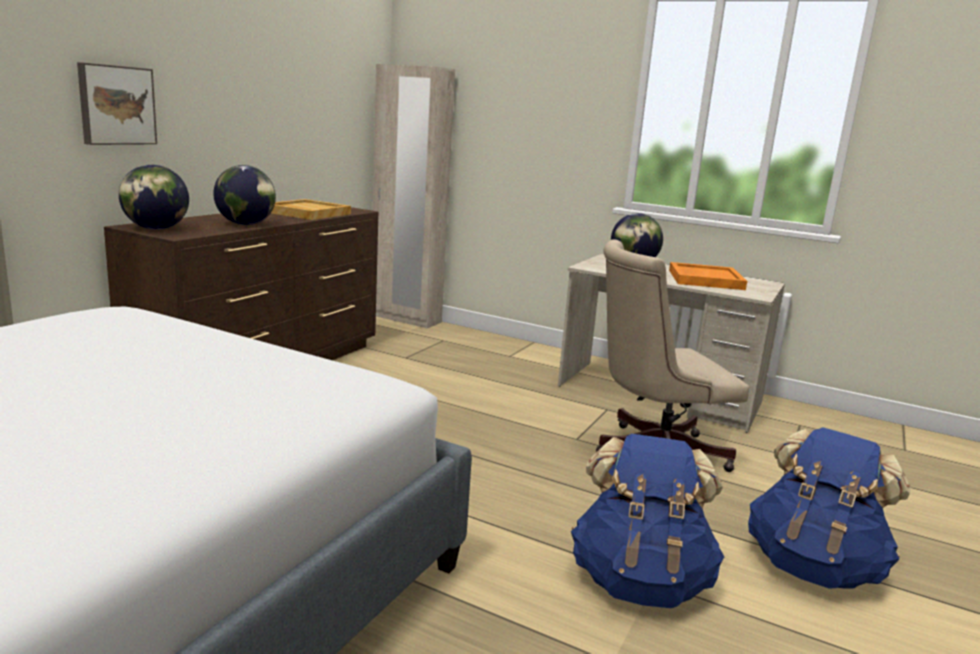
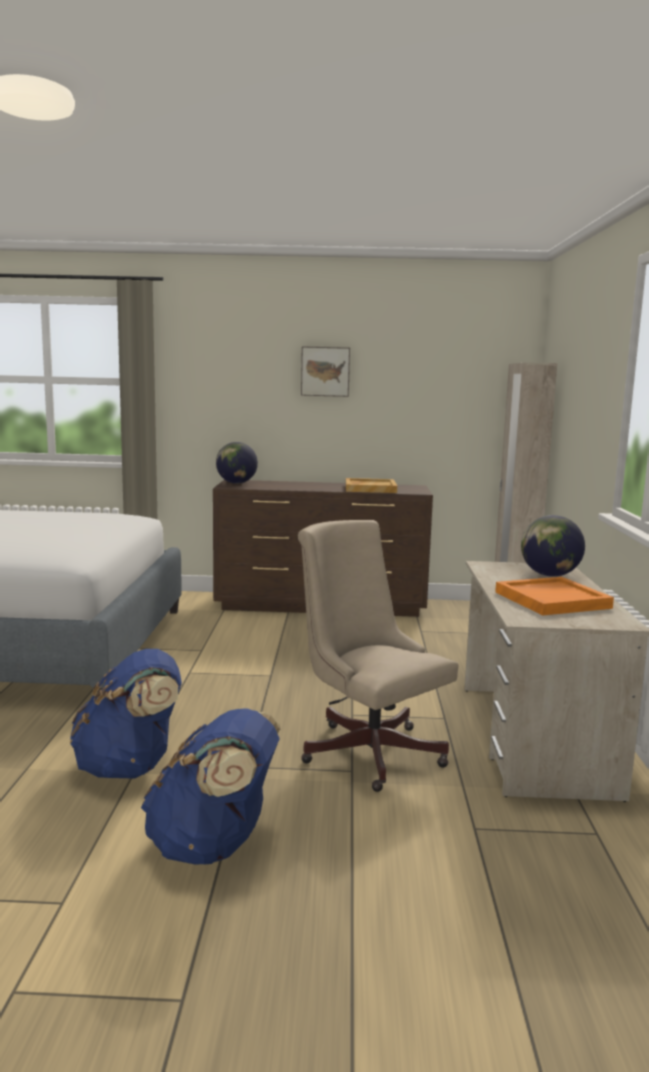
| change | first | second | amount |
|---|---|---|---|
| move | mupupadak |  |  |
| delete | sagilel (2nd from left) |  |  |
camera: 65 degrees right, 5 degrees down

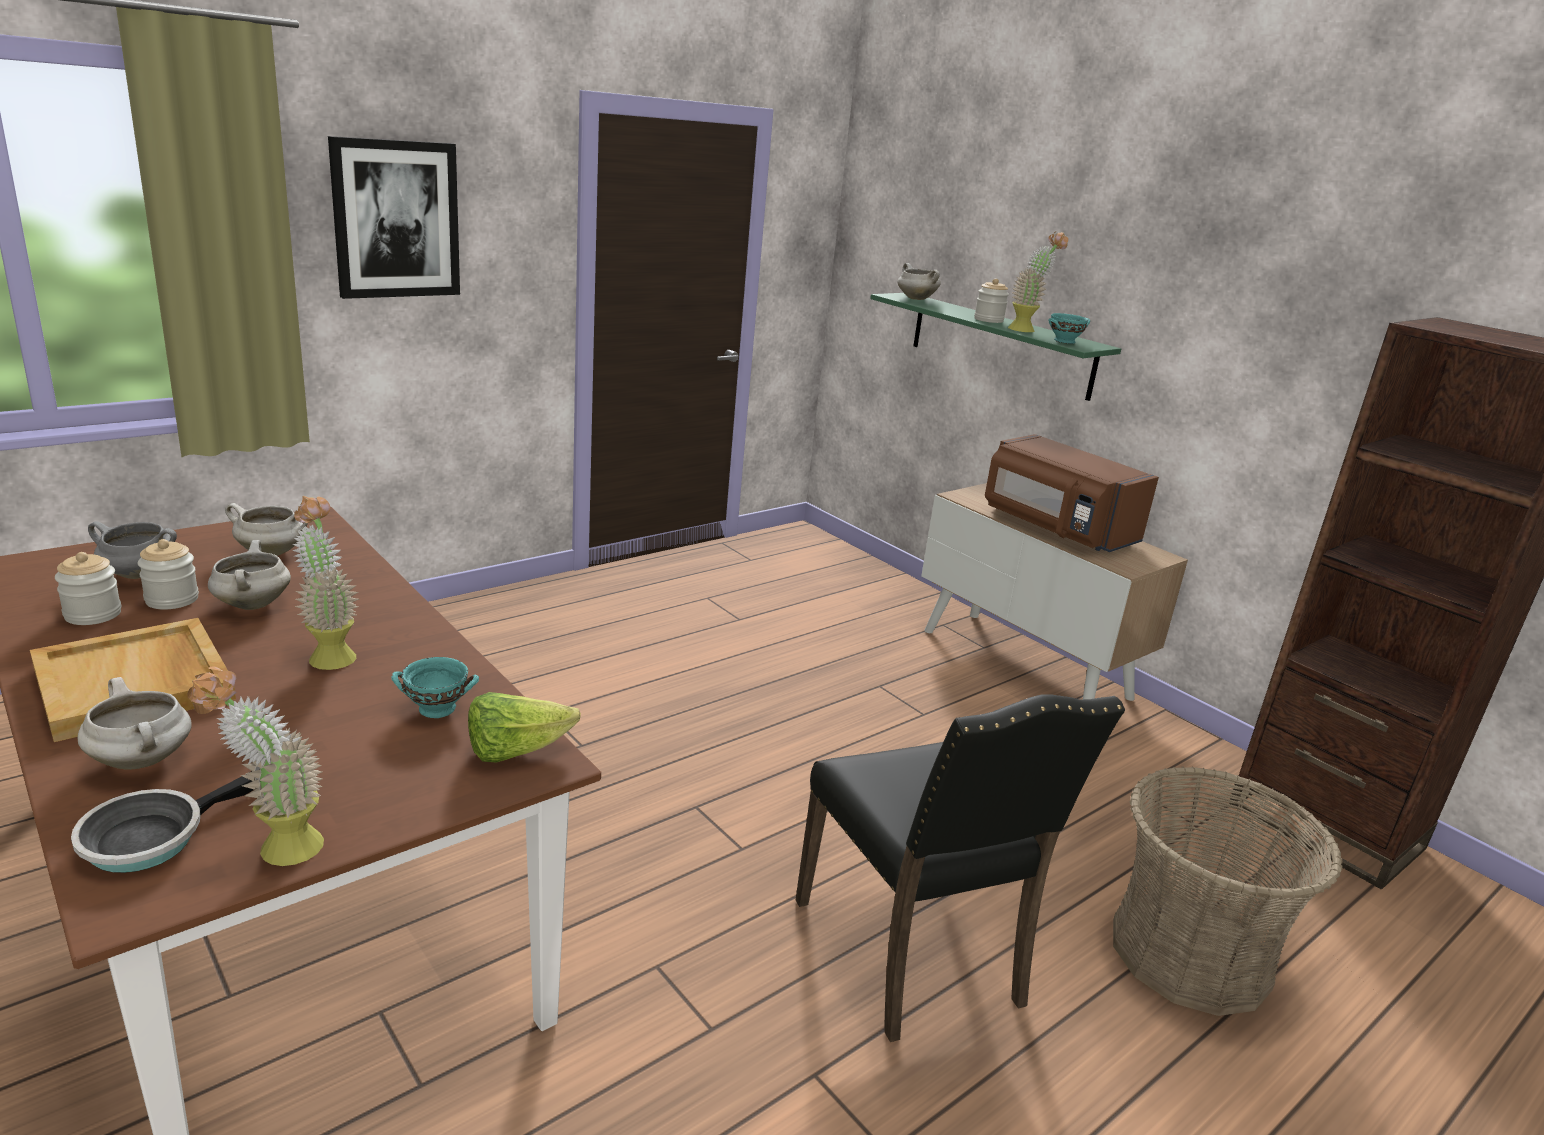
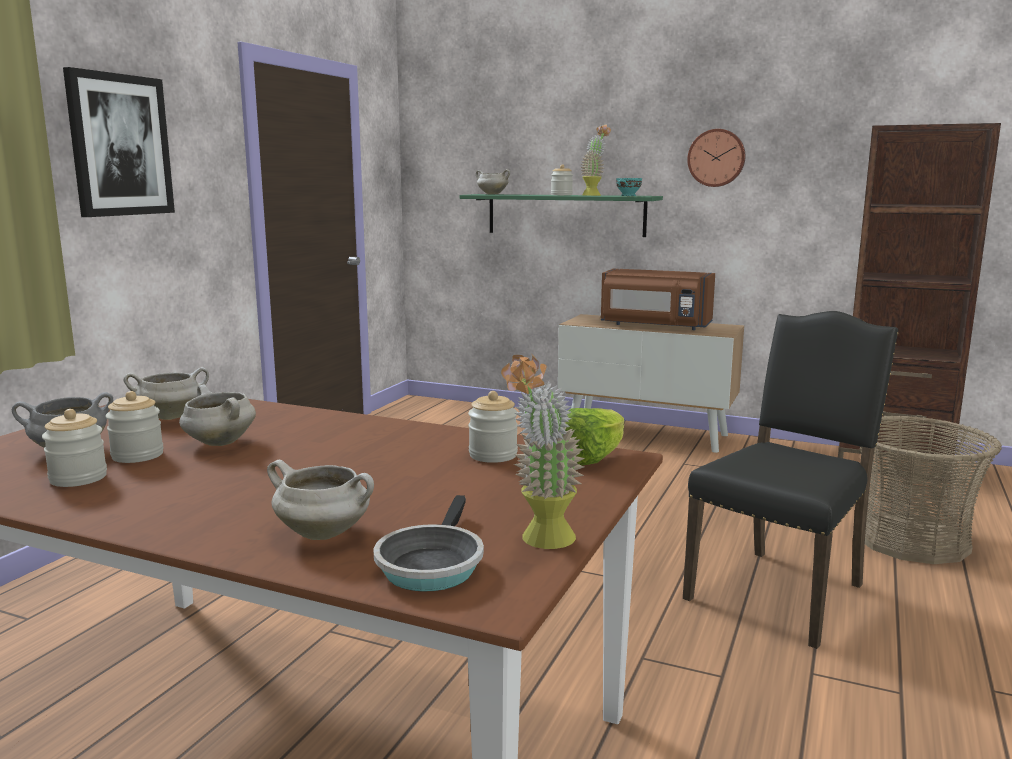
| change | first | second | amount |
|---|---|---|---|
| replace | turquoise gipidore (1st from left) | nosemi (3rd from left) |  |
| rotate | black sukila |  | 90 degrees counterclockwise |
| insert |  | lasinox |  |
| delete | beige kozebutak |  |  |
| delete | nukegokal (2nd from left) |  |  |
camera: 25 degrees left, 10 degrees down

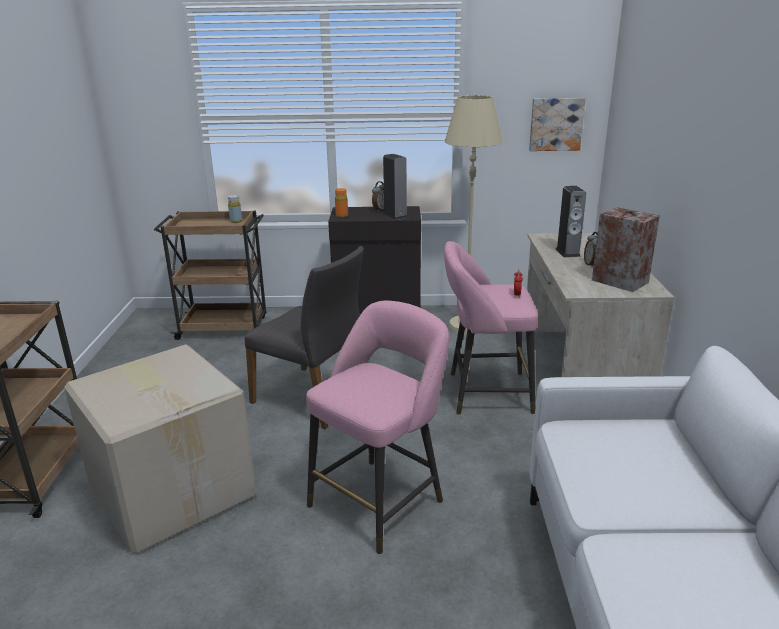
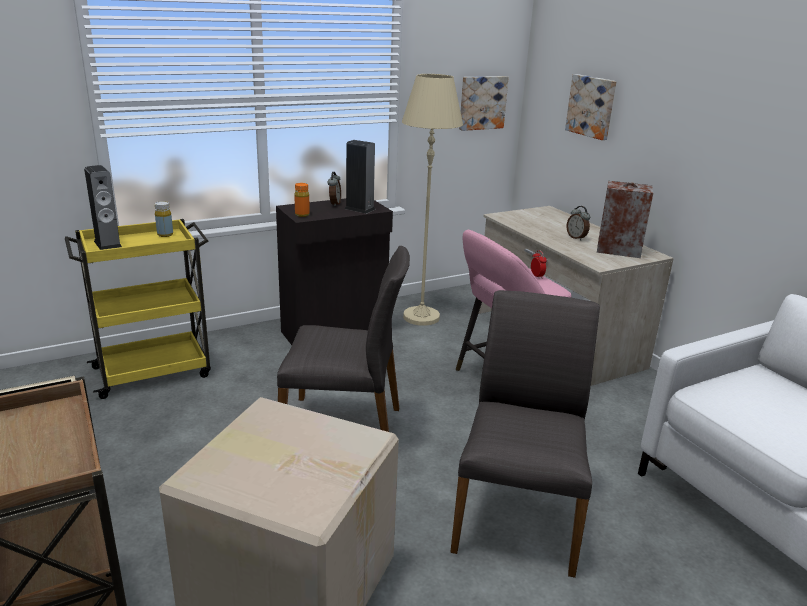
| change | first | second | amount |
|---|---|---|---|
| recolor | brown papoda (2nd from left) | yellow papoda |  |
| move | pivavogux (2nd from left in the first image) | pivavogux (1st from left) |  |
| replace | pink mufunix (1st from left) | grey sukila (2nd from left) |  |
| insert |  | mupupadak (2nd from left) |  |
camera: 30 degrees left, 0 degrees up

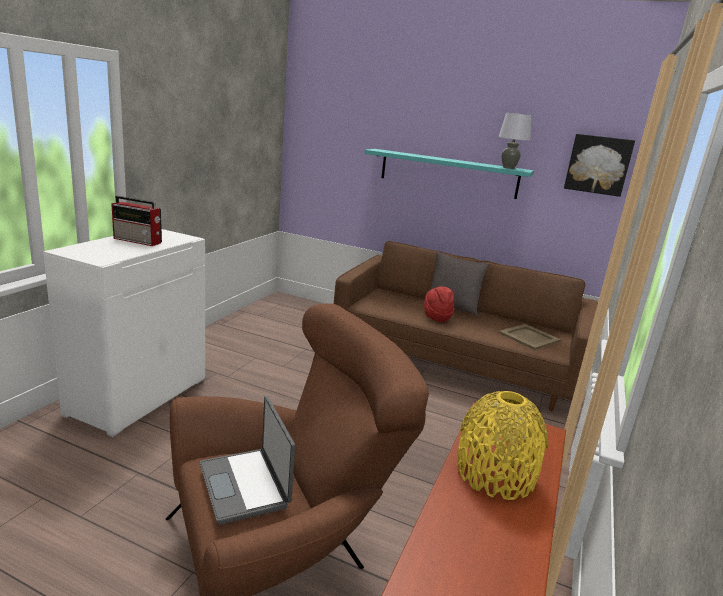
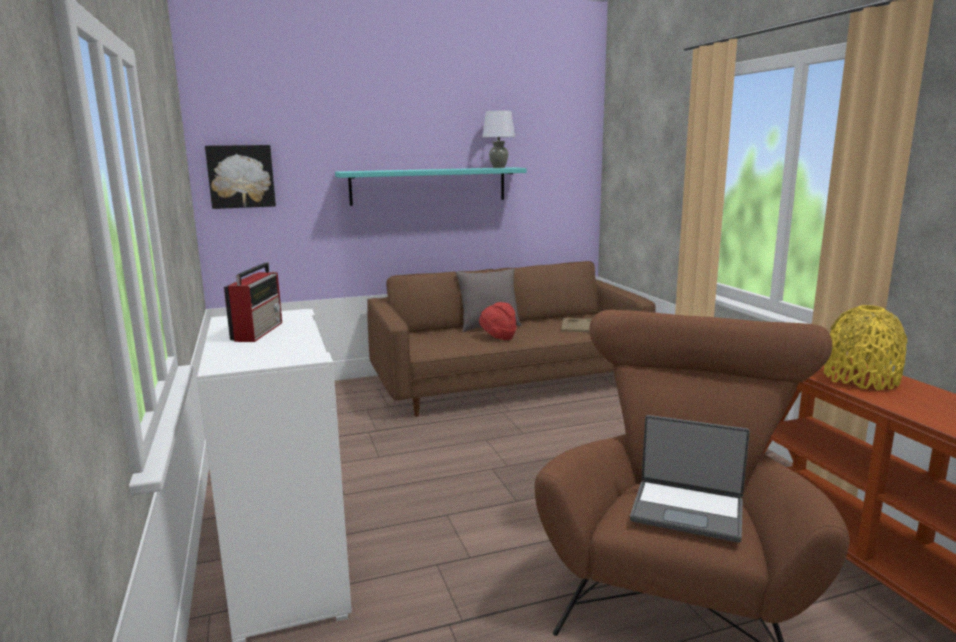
| change | first | second | amount |
|---|---|---|---|
| move | mupupadak |  |  |
| rotate | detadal |  | 60 degrees counterclockwise |
camera: 40 degrees left, 5 degrees down

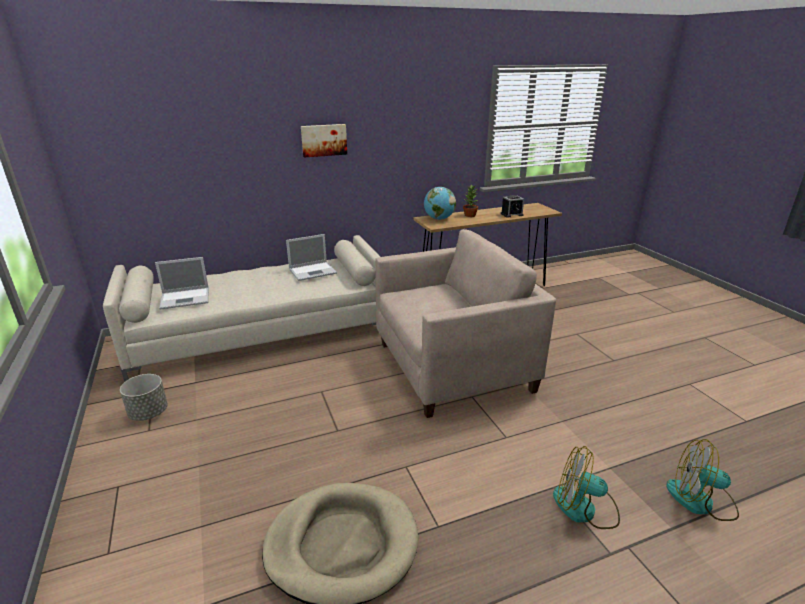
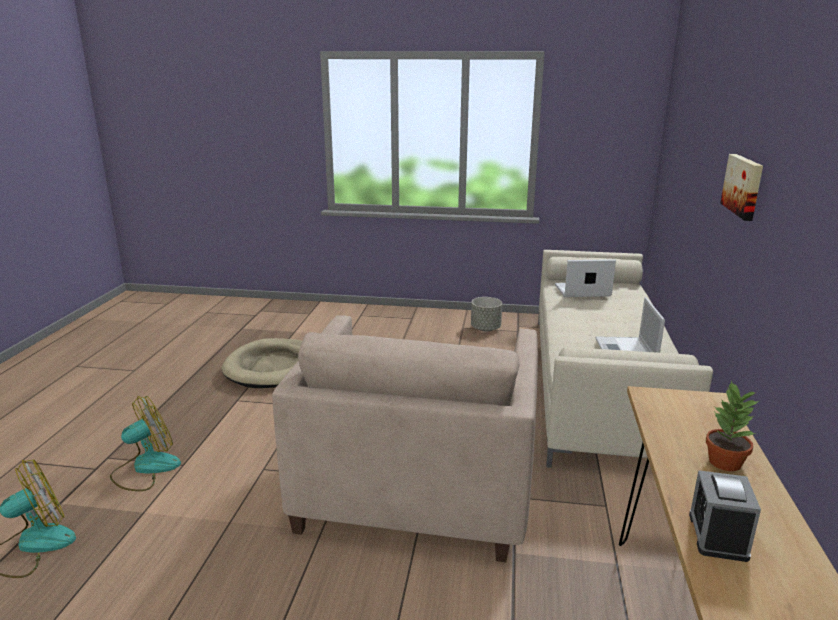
| change | first | second | amount |
|---|---|---|---|
| rotate | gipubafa (1st from left) |  | 75 degrees clockwise |
| delete | sagilel |  |  |
camera: 120 degrees right, 5 degrees down

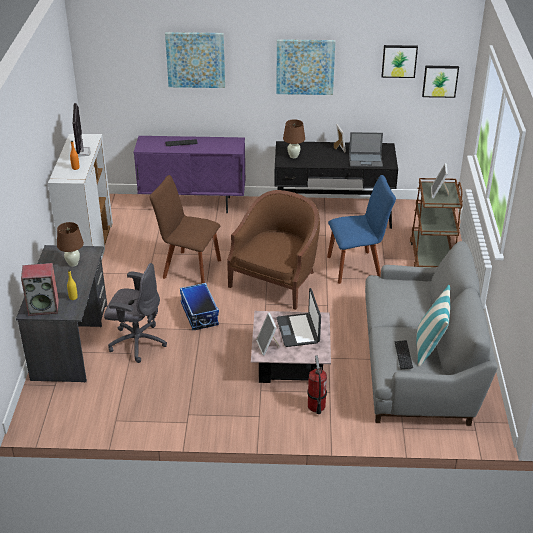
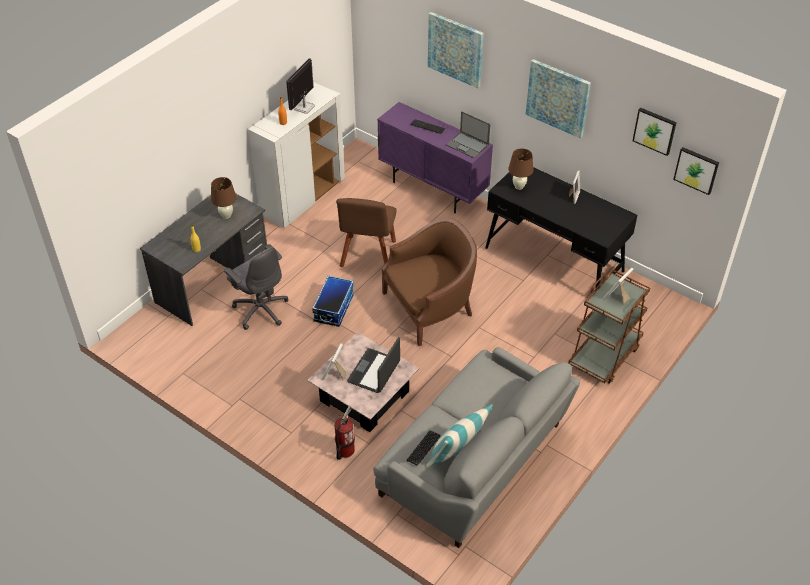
| change | first | second | amount |
|---|---|---|---|
| rotate | brown sukila |  | 135 degrees counterclockwise |
| move | gipubafa (2nd from left) |  |  |
| delete | pivavogux |  |  |
| delete | blue sukila |  |  |
camera: 35 degrees right, 10 degrees up

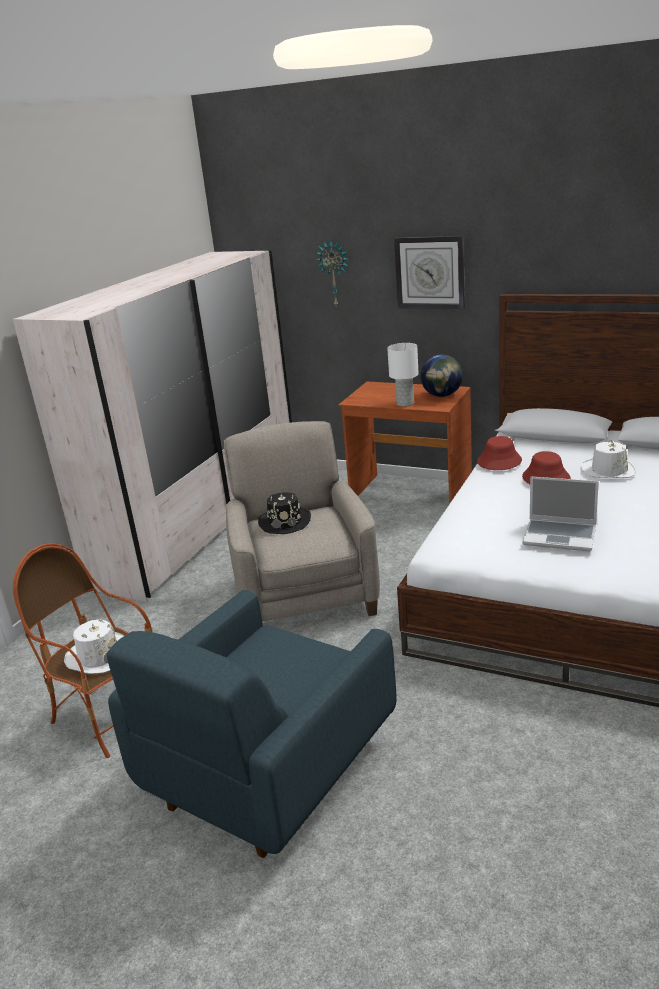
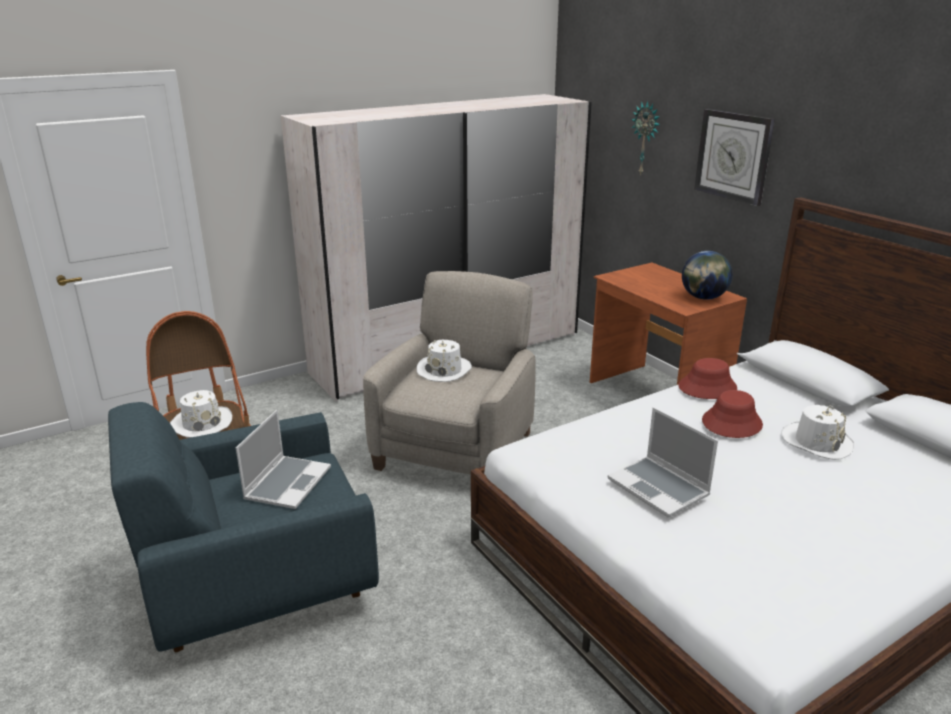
| change | first | second | amount |
|---|---|---|---|
| insert |  | gipubafa (1st from left) |  |
| recolor | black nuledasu | white nuledasu (2nd from left) |  |
| delete | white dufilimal |  |  |
camera: 30 degrees right, 0 degrees up

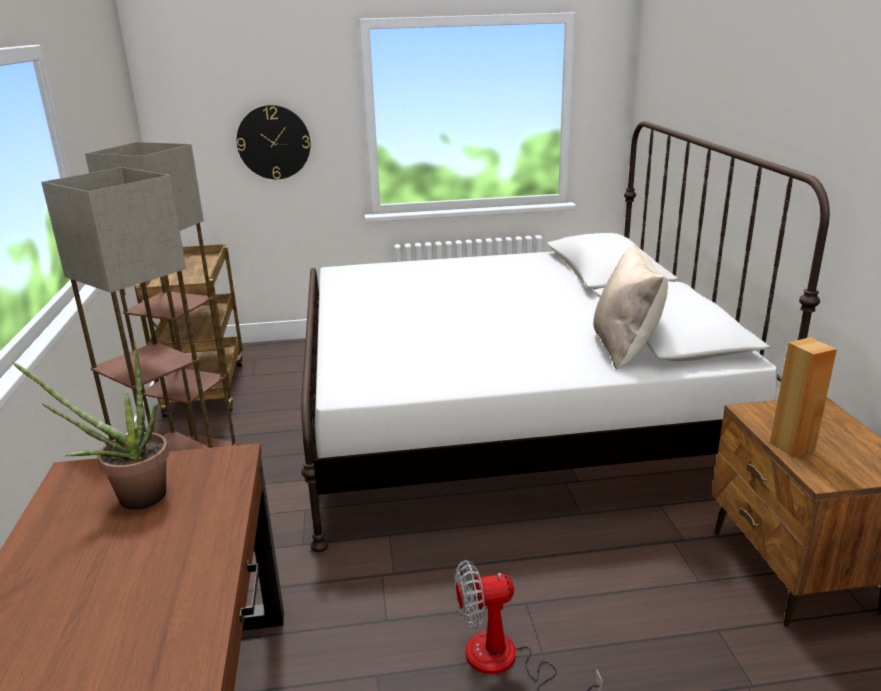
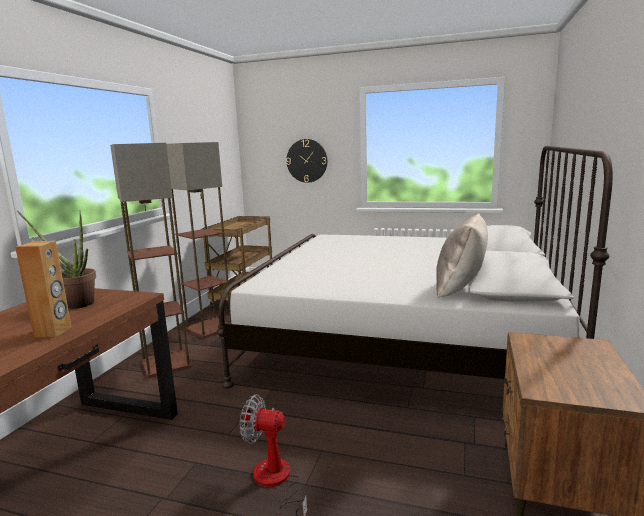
| change | first | second | amount |
|---|---|---|---|
| move | brown pivavogux |  |  |
camera: 25 degrees right, 10 degrees down

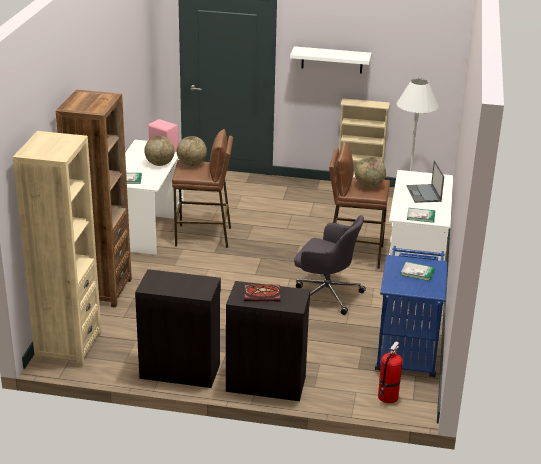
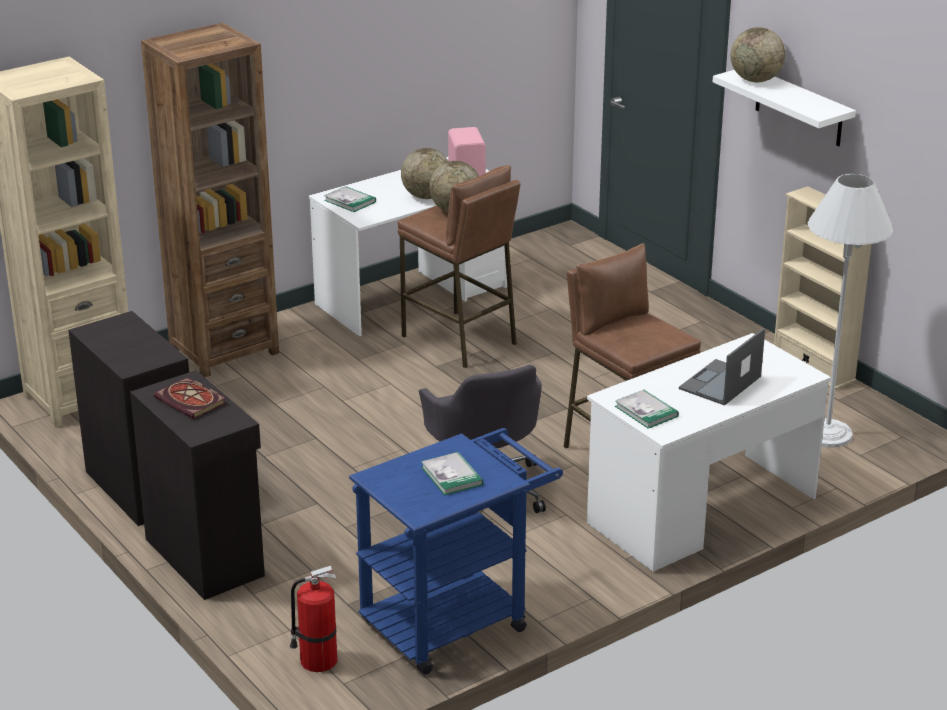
| change | first | second | amount |
|---|---|---|---|
| move | sagilel (3rd from left) |  |  |
camera: 45 degrees right, 0 degrees up

